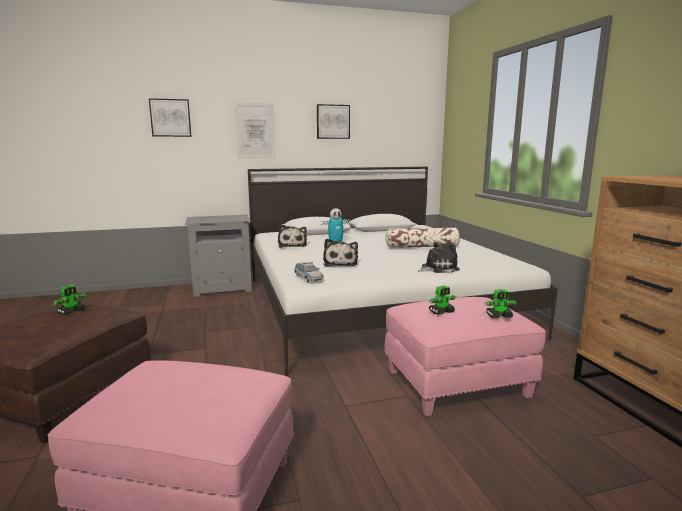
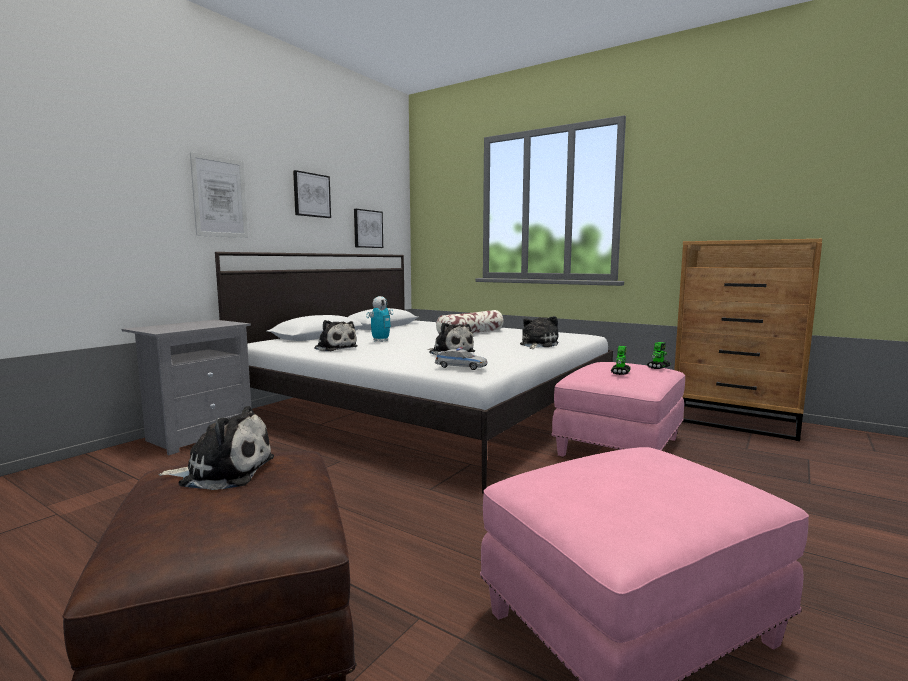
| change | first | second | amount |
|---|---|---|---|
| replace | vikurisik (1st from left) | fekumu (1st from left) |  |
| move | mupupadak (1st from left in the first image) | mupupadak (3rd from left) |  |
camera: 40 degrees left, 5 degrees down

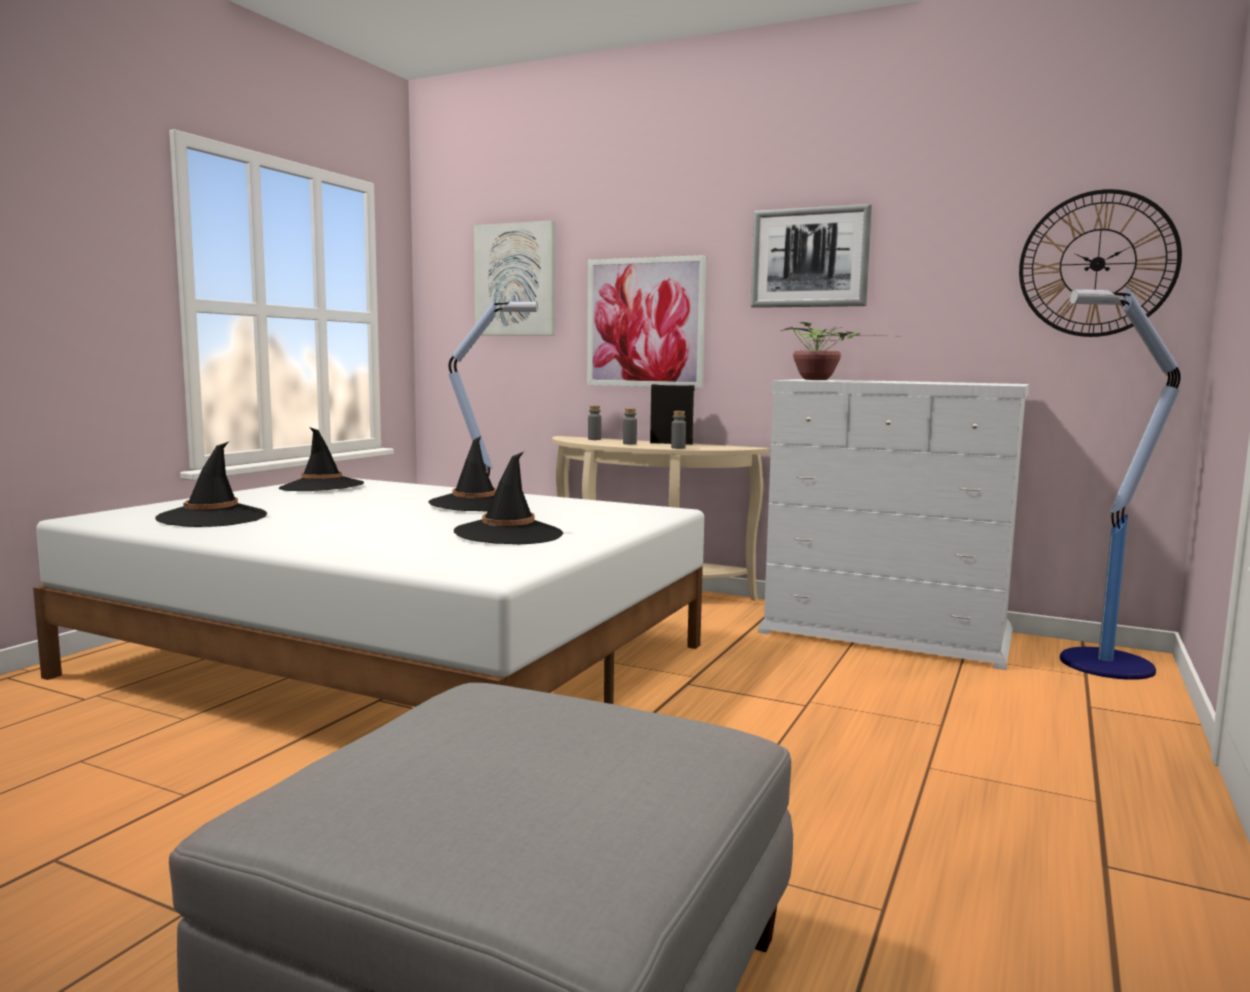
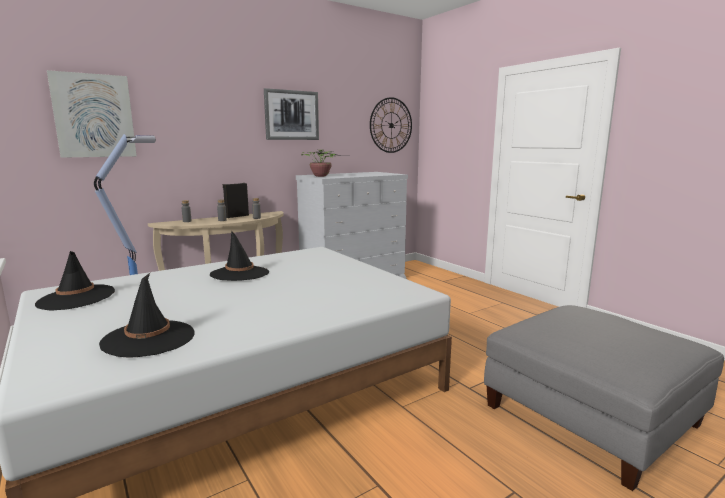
| change | first | second | amount |
|---|---|---|---|
| delete | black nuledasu (4th from left) |  |  |
| delete | mupupadak (2nd from left) |  |  |
| delete | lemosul (2nd from left) |  |  |
camera: 60 degrees left, 5 degrees up

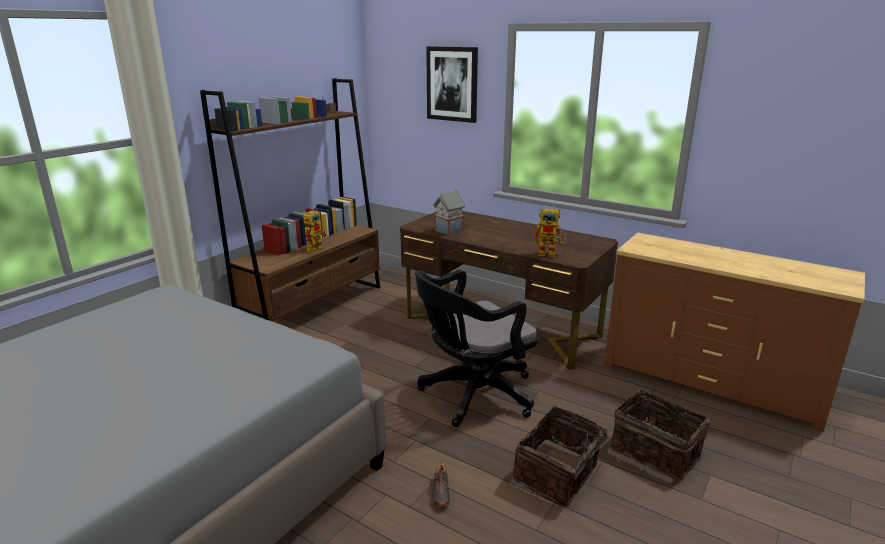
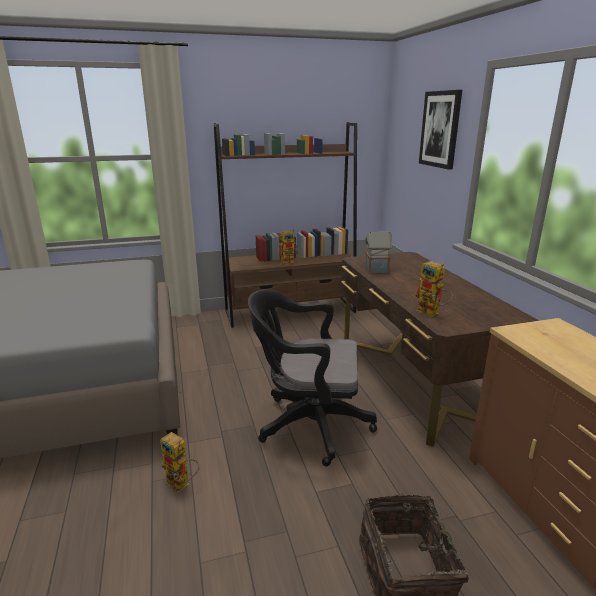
| change | first | second | amount |
|---|---|---|---|
| replace | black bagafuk | vikurisik (1st from left) |  |
| delete | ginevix (1st from left) |  |  |
camera: 40 degrees right, 0 degrees up

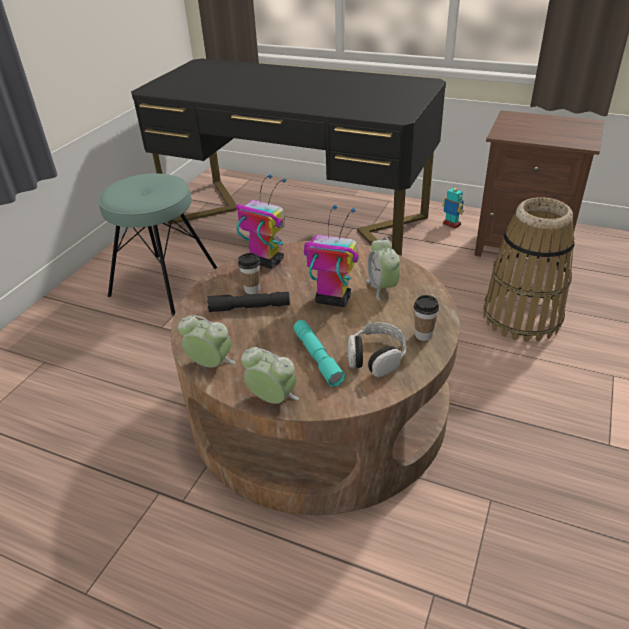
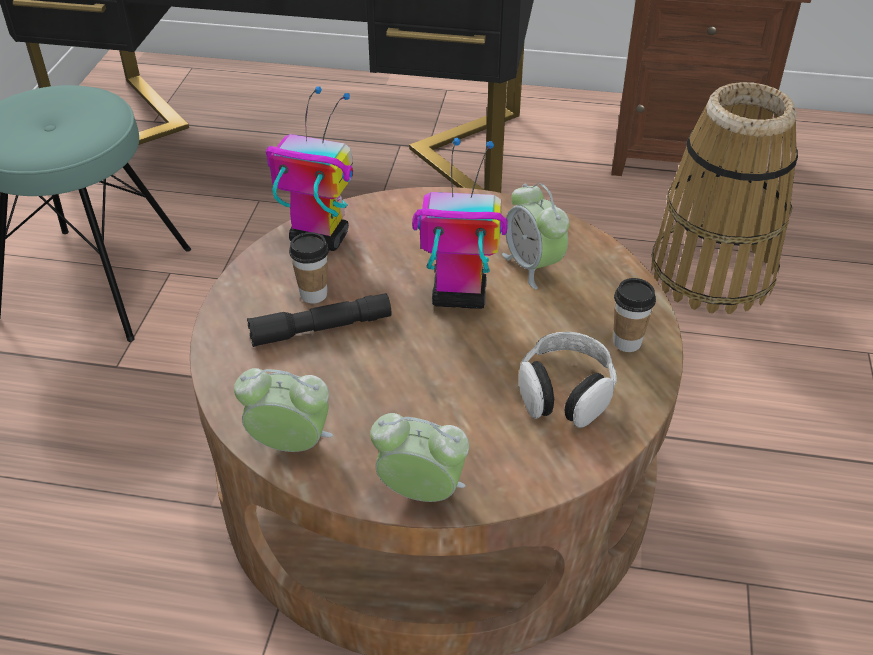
| change | first | second | amount |
|---|---|---|---|
| delete | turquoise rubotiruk |  |  |
| delete | vikurisik (3rd from left) |  |  |
camera: 15 degrees left, 5 degrees up

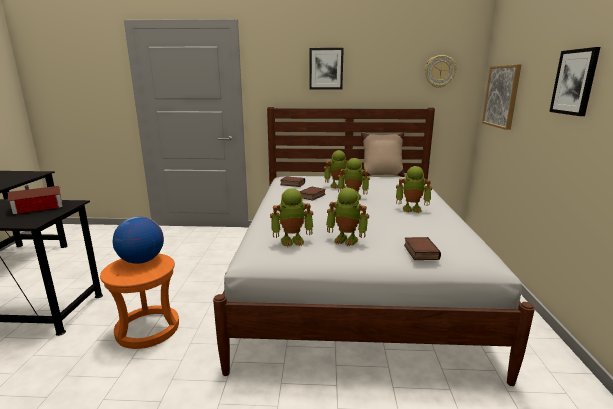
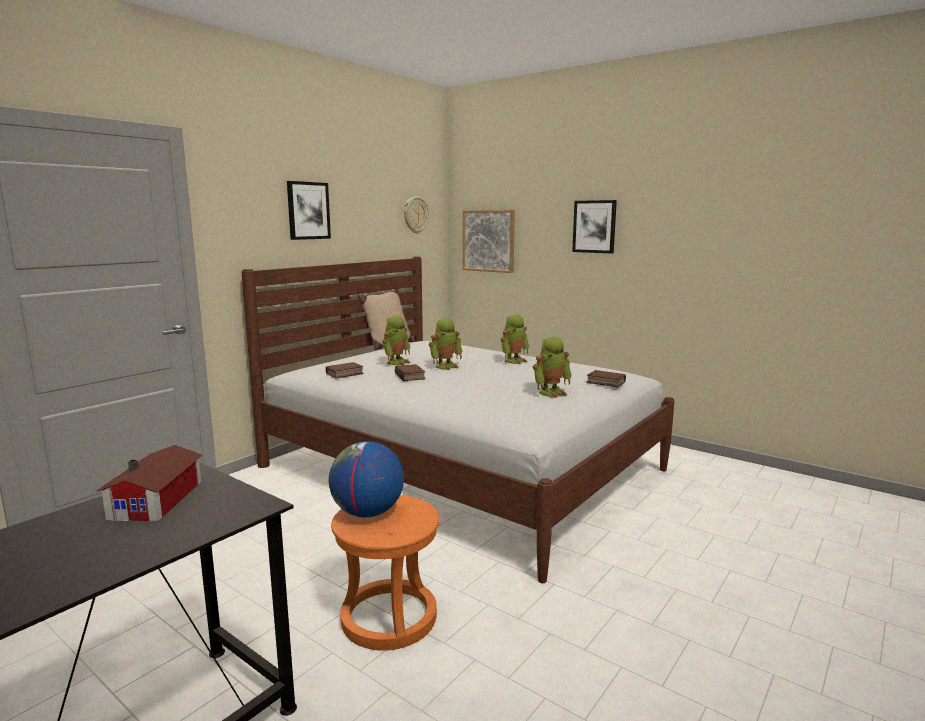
| change | first | second | amount |
|---|---|---|---|
| delete | vikurisik (1st from left) |  |  |
camera: 55 degrees left, 5 degrees down

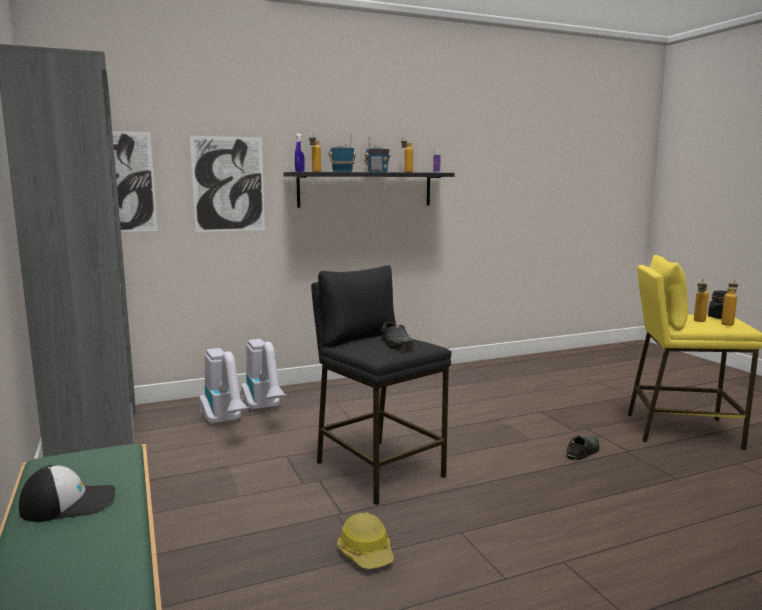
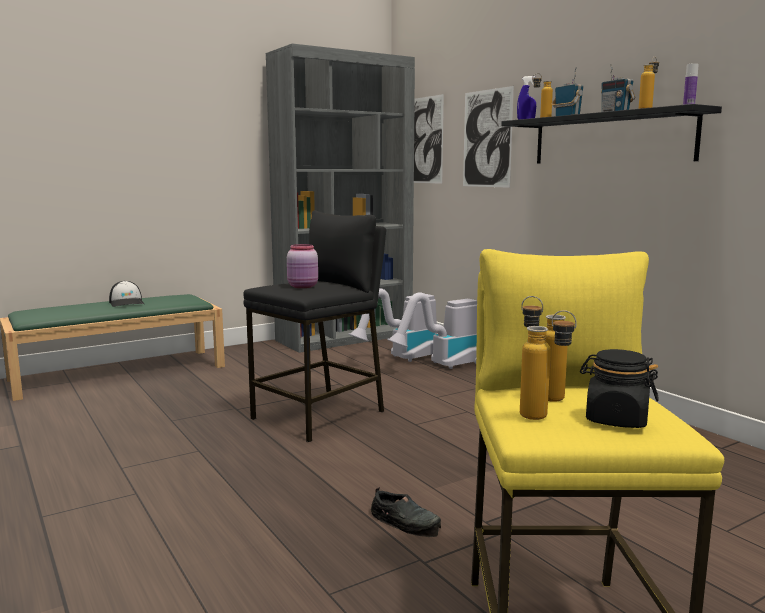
| change | first | second | amount |
|---|---|---|---|
| replace | black bagafuk (1st from left) | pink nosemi |  |
| delete | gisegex |  |  |
camera: 80 degrees right, 0 degrees up

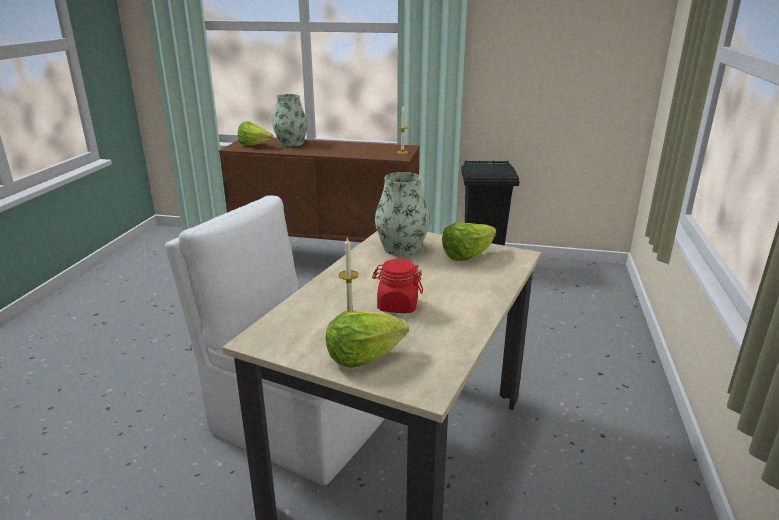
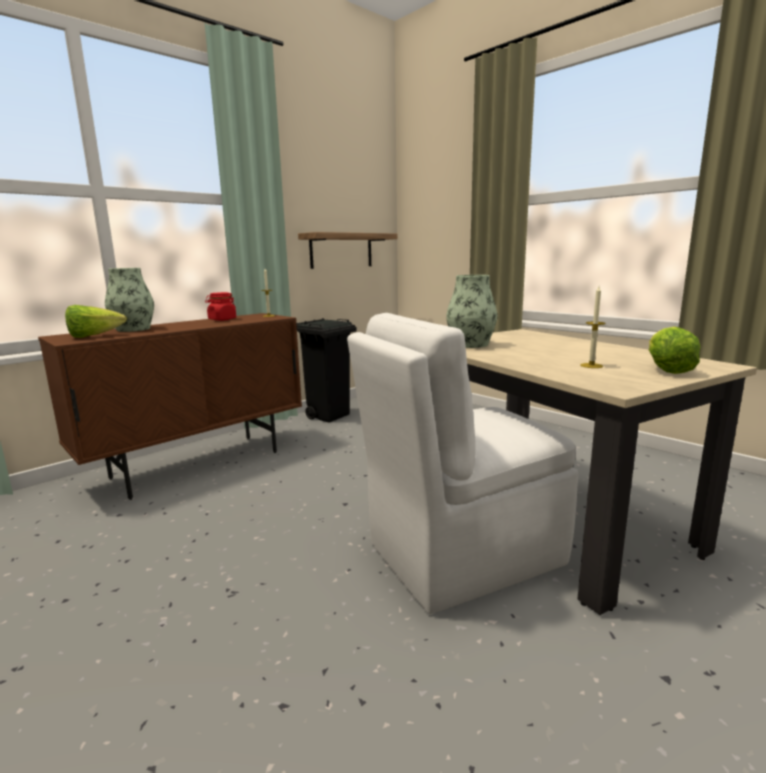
| change | first | second | amount |
|---|---|---|---|
| move | red nosemi |  |  |
| insert |  | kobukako |  |
| delete | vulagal (3rd from left) |  |  |
camera: 55 degrees left, 10 degrees down

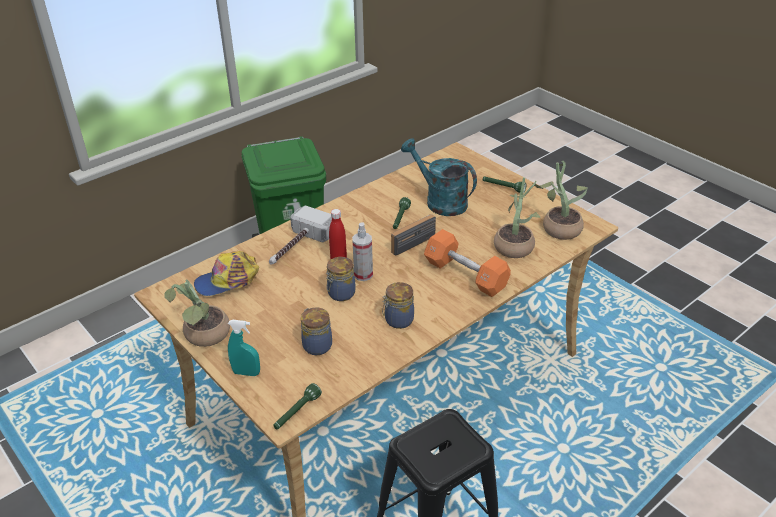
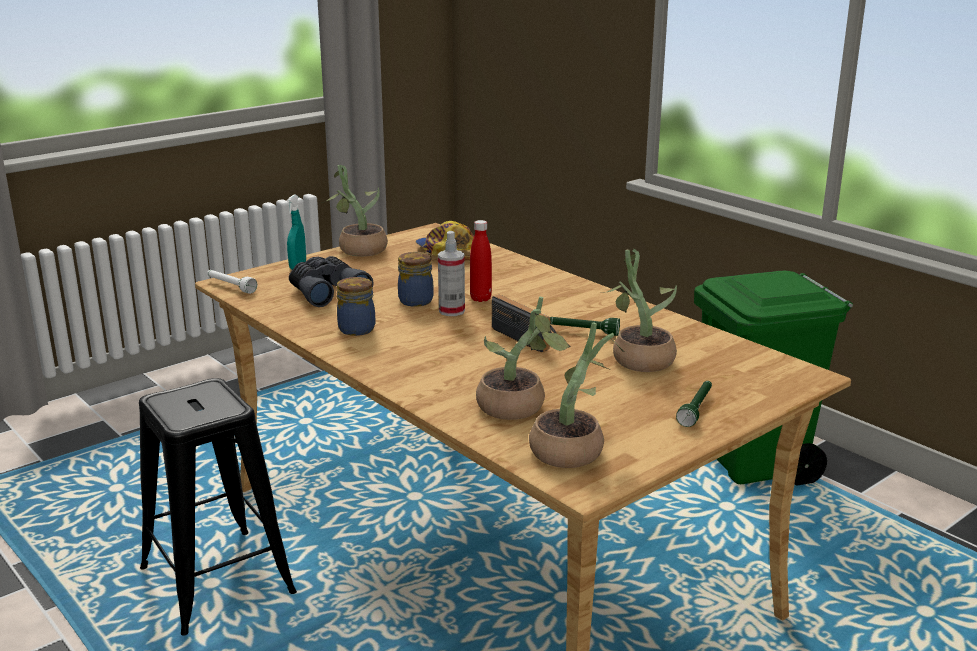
| change | first | second | amount |
|---|---|---|---|
| recolor | green rubotiruk (1st from left) | white rubotiruk |  |
| replace | nosemi (1st from left) | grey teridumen |  |
| replace | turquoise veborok | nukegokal (4th from left) |  |
| delete | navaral |  |  |
| delete | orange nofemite |  |  |
camera: 90 degrees right, 15 degrees down

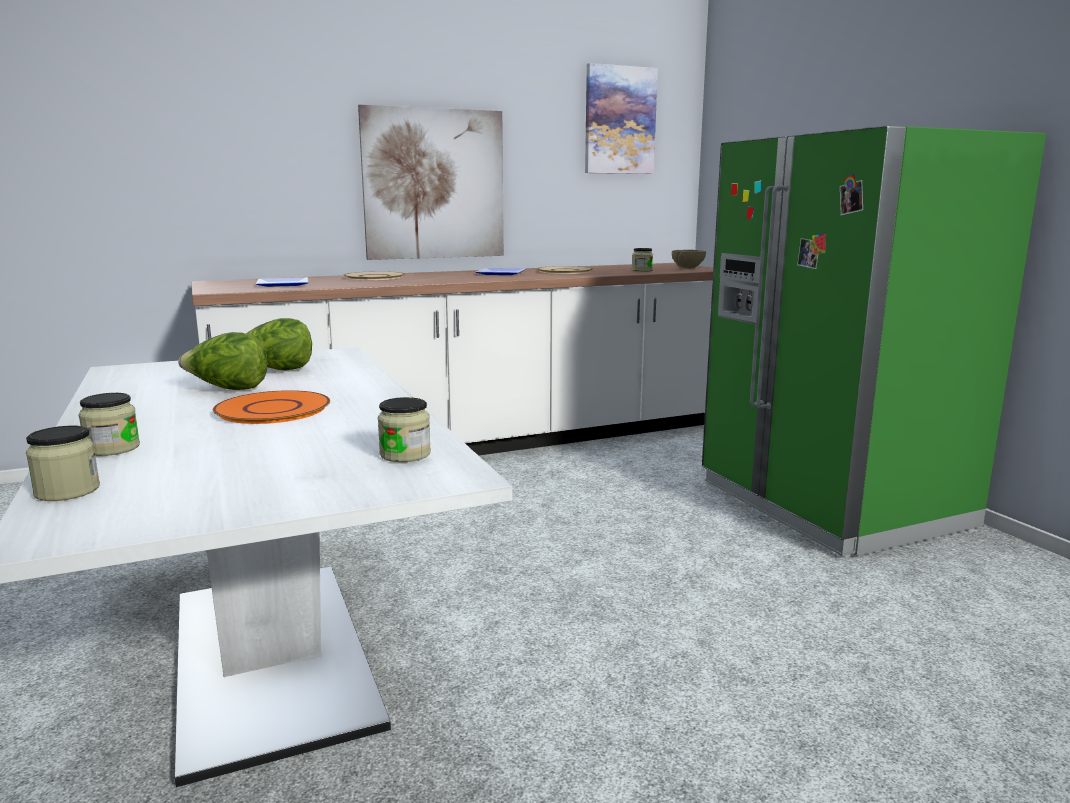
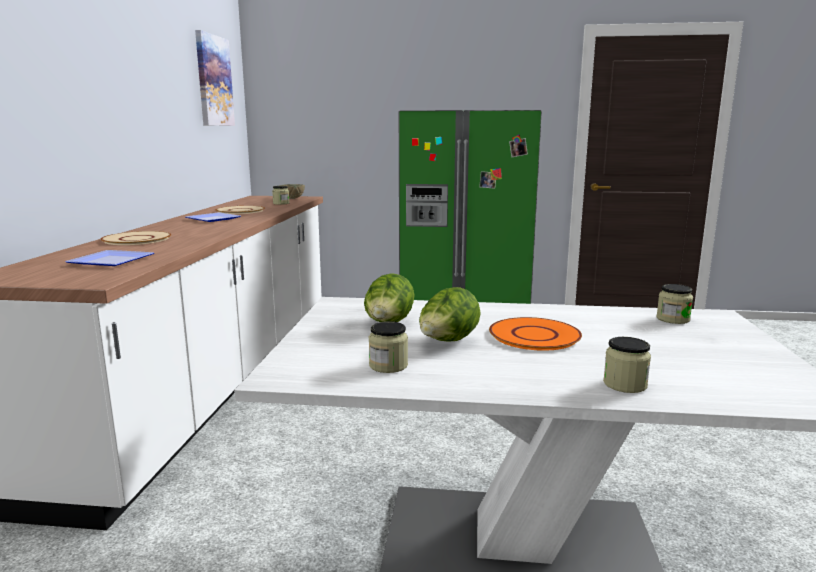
| change | first | second | amount |
|---|---|---|---|
| move | nosemi (1st from left in the first image) | nosemi (2nd from left) |  |
| delete | mupupadak (1st from left) |  |  |
camera: 60 degrees left, 0 degrees up

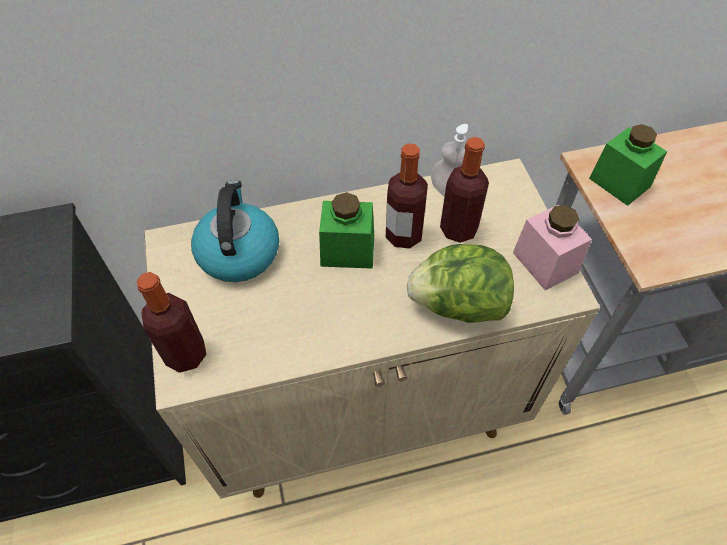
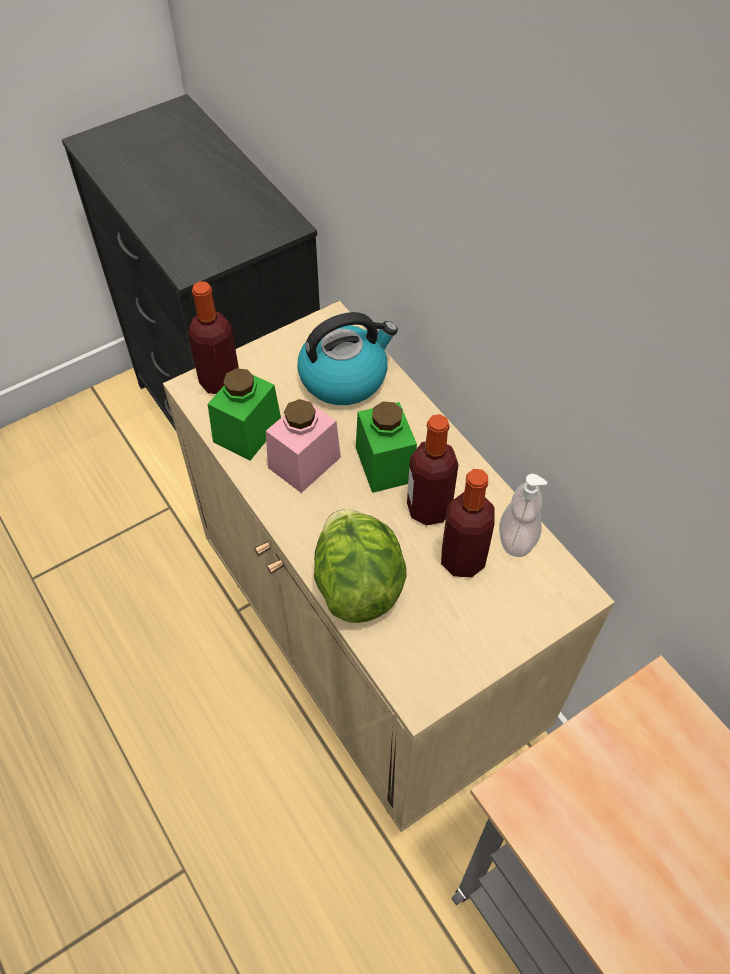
| change | first | second | amount |
|---|---|---|---|
| move | green nosemi (2nd from left in the first image) | green nosemi (1st from left) |  |
| move | pink nosemi |  |  |
camera: 70 degrees right, 0 degrees up

